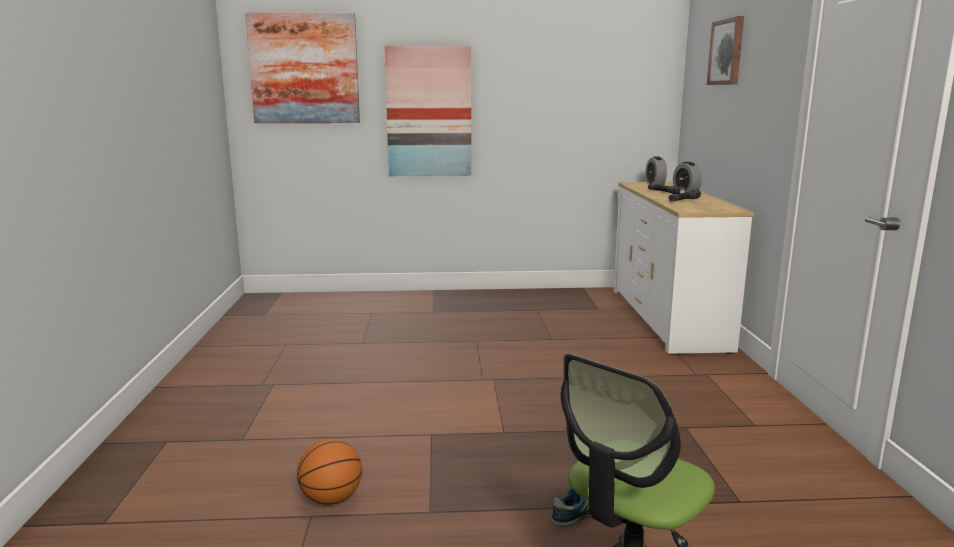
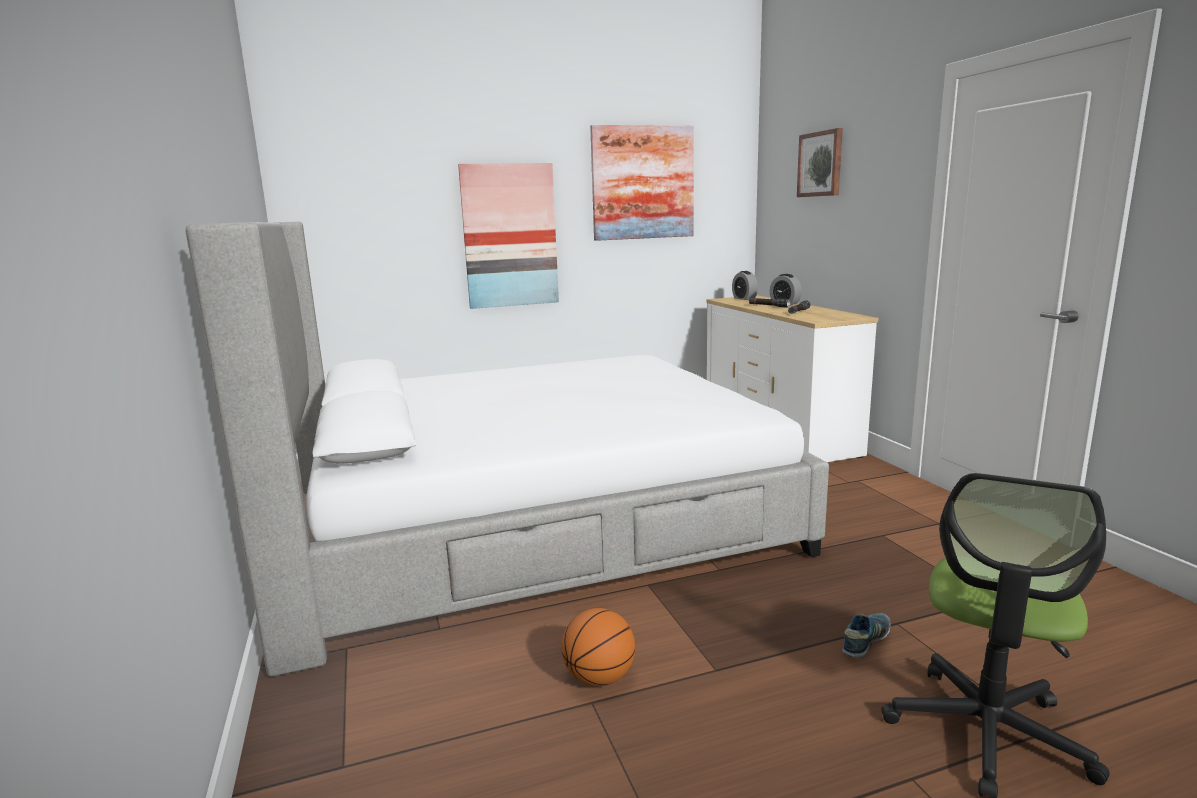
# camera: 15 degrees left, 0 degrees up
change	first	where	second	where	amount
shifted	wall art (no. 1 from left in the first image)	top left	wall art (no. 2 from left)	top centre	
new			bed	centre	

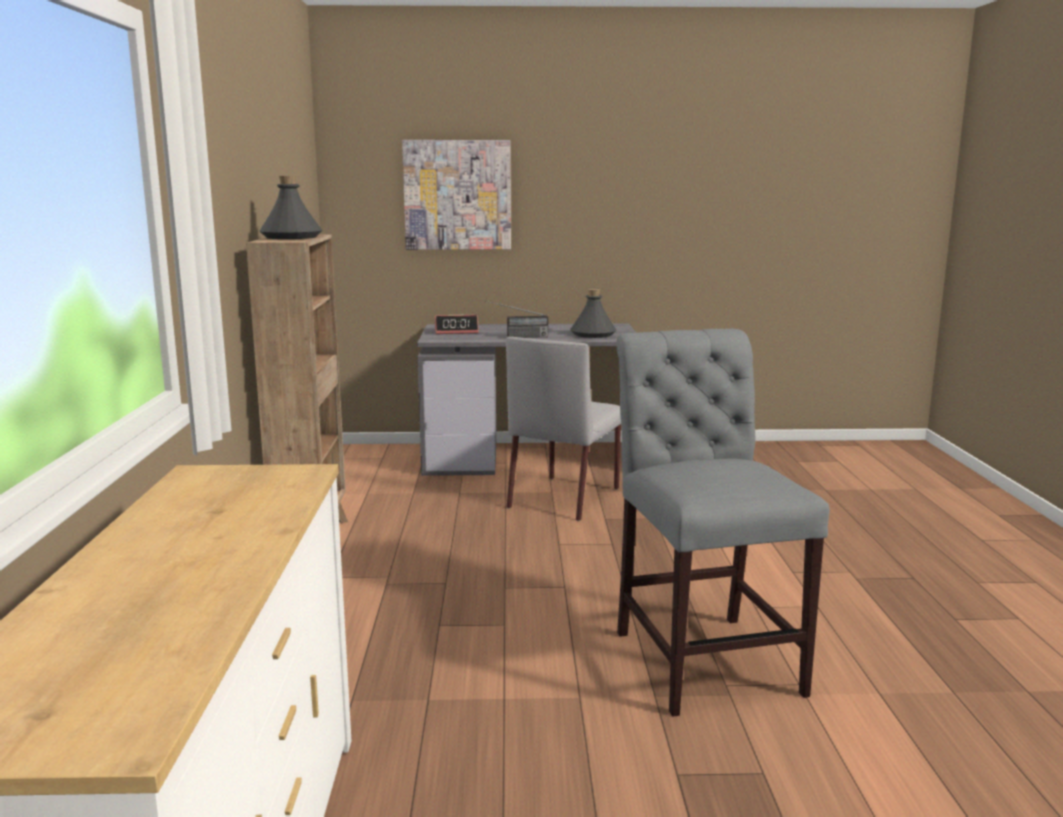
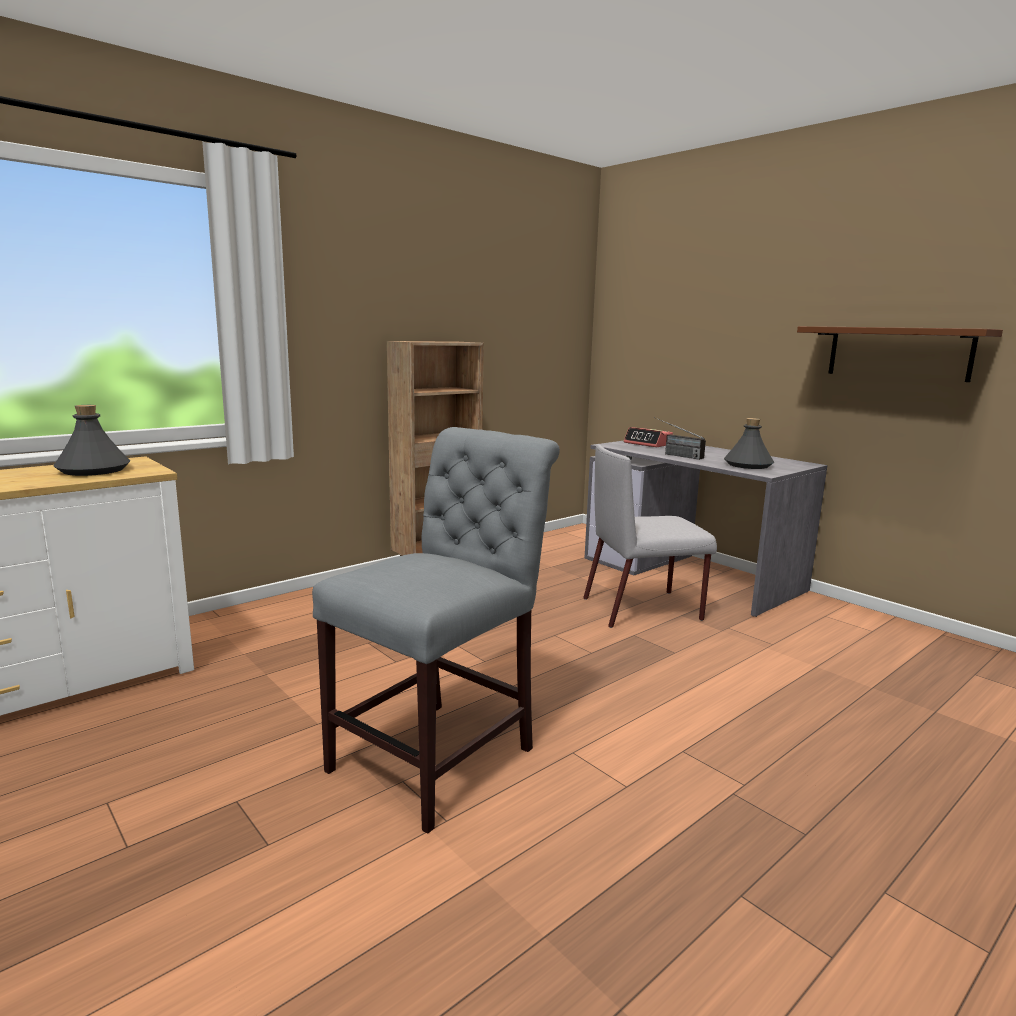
# camera: 50 degrees right, 0 degrees up
change	first	where	second	where	amount
gone	wall art	top centre			
shifted	gray beverage bottle (no. 1 from left)	top left		middle left	
new			brown-coloured wall shelf	middle right	

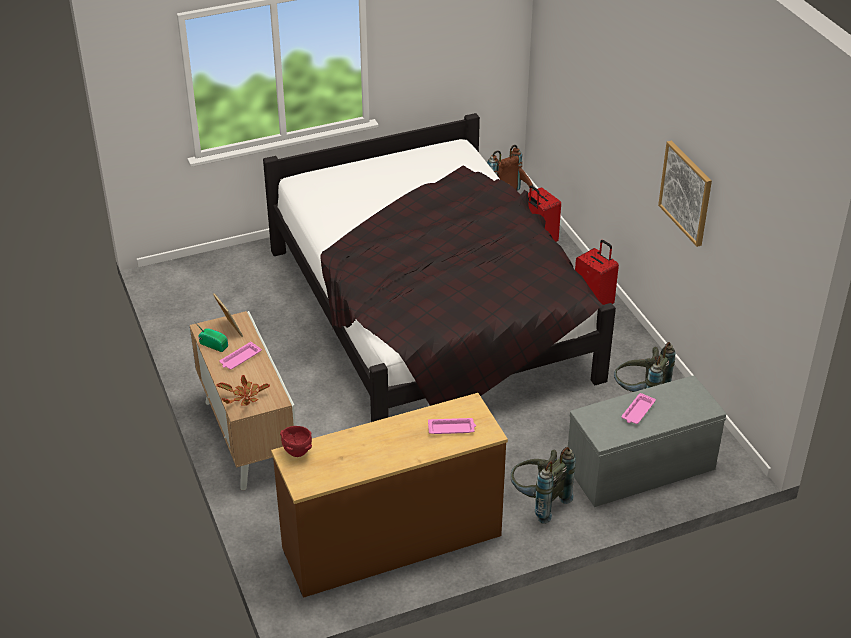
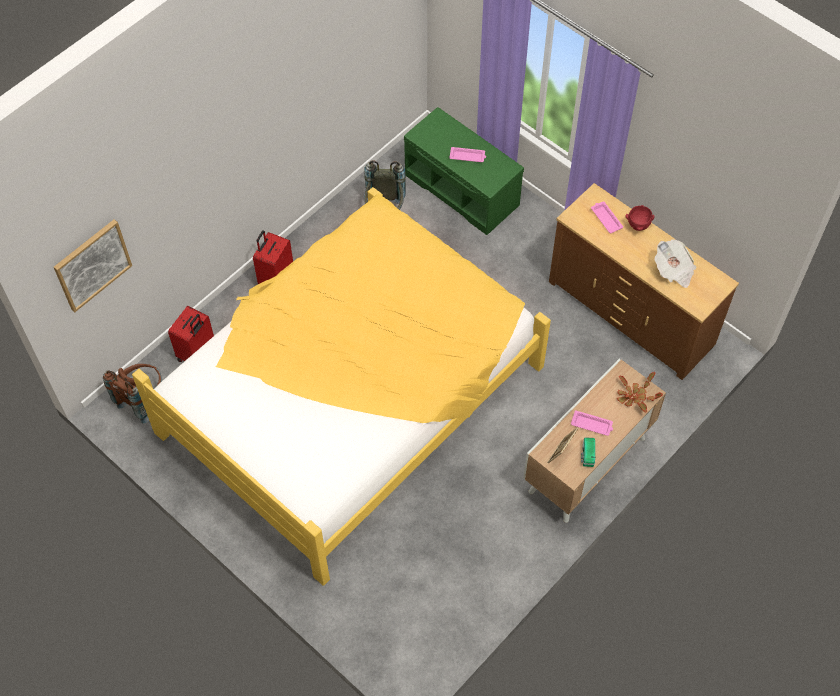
# camera: 115 degrees left, 20 degrees up
change	first	where	second	where	amount
repainted	black-coloured bed	centre	yellow bed	centre	
shifted	wall art	top right		middle left	
repainted	gray bench	bottom right	green-coloured bench	top centre	
shifted	red-coloured deep dish	bottom centre		top right	
gone	gray backpack (no. 1 from left)	bottom centre			
new			newspaper	middle right	

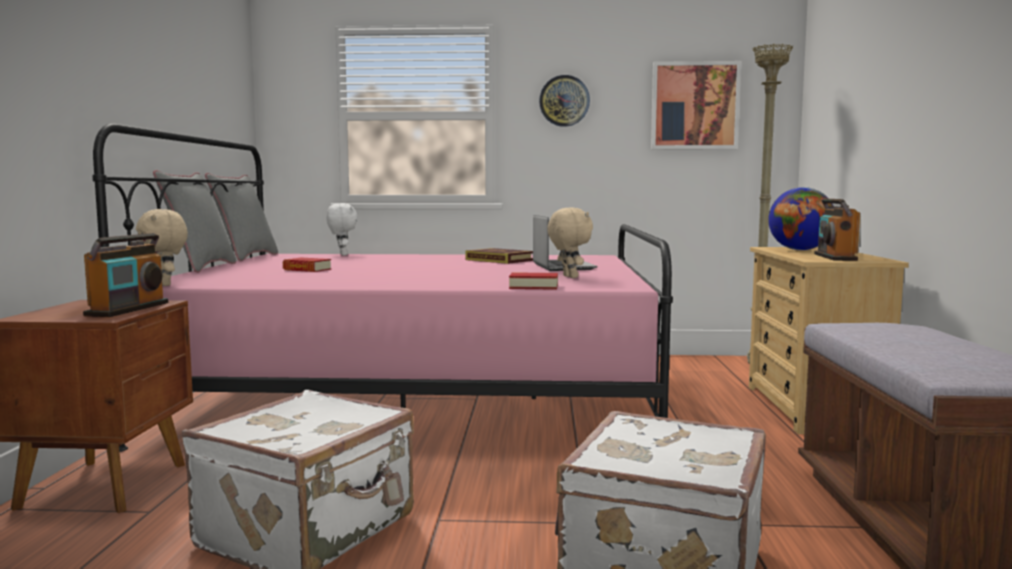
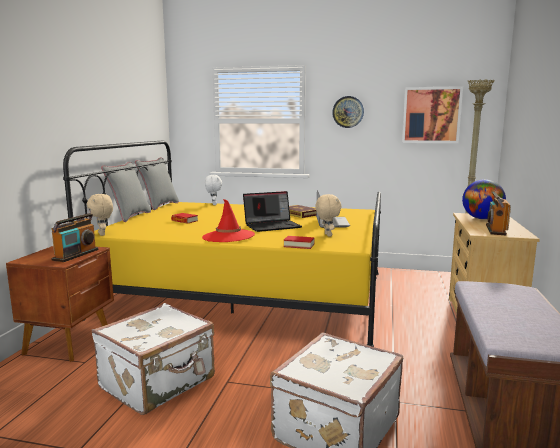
# camera: 10 degrees right, 5 degrees up
change	first	where	second	where	amount
repainted	pink-coloured bed	centre	yellow bed	centre	
new			notebook computer (no. 1 from left)	centre	
new			red-coloured wearable hat	centre	

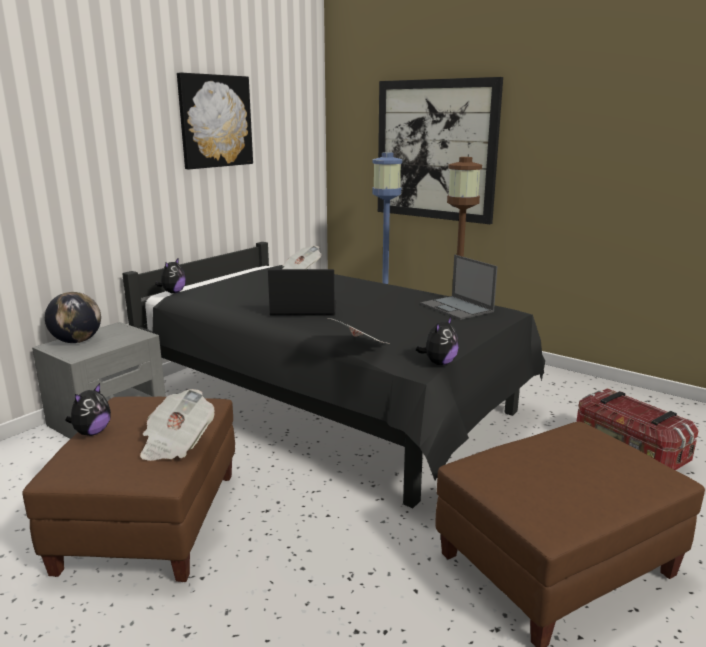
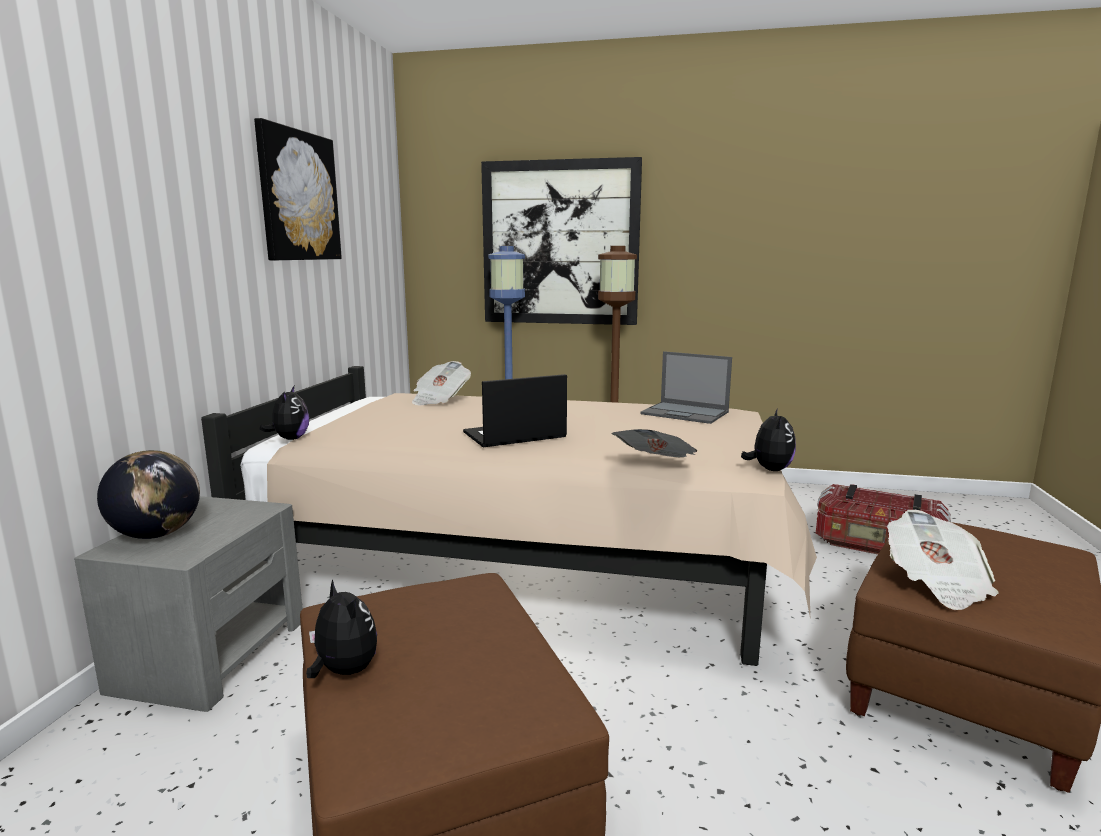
# camera: 25 degrees left, 5 degrees down
change	first	where	second	where	amount
repainted	black-coloured bed	centre	beige-coloured bed	centre	
rotated	plush toy (no. 1 from left in the first image)	middle left	plush toy (no. 2 from left)	bottom left	45 degrees counterclockwise
shifted	newspaper (no. 1 from left in the first image)	middle left	newspaper (no. 3 from left)	bottom right	

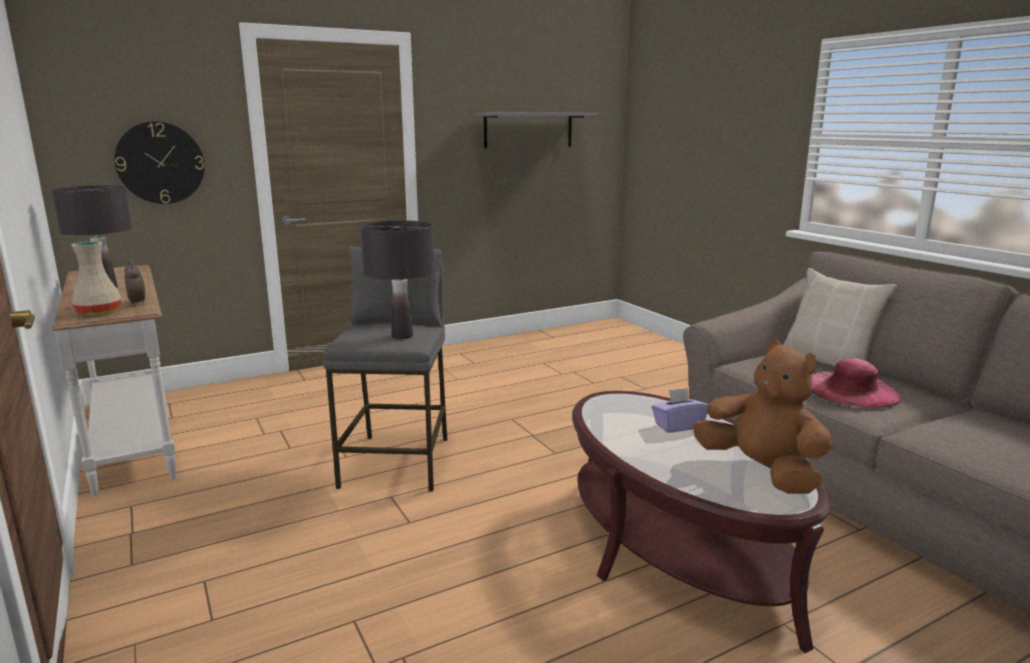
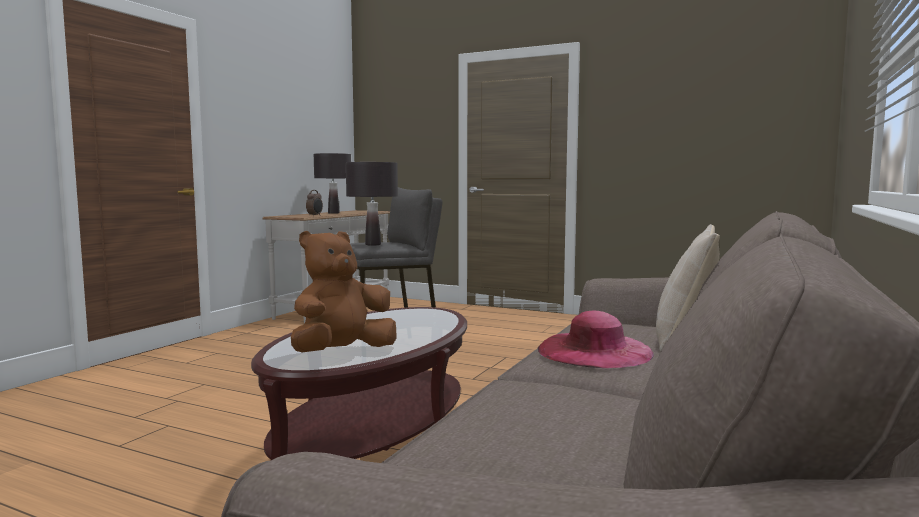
# camera: 55 degrees right, 10 degrees down
change	first	where	second	where	amount
gone	gray wall shelf	top centre			
gone	hanging clock	top left			
gone	beige-coloured vase	middle left			
rotated	brown-coloured plush toy	middle right		centre	150 degrees counterclockwise
gone	purplish box of tissues	centre			

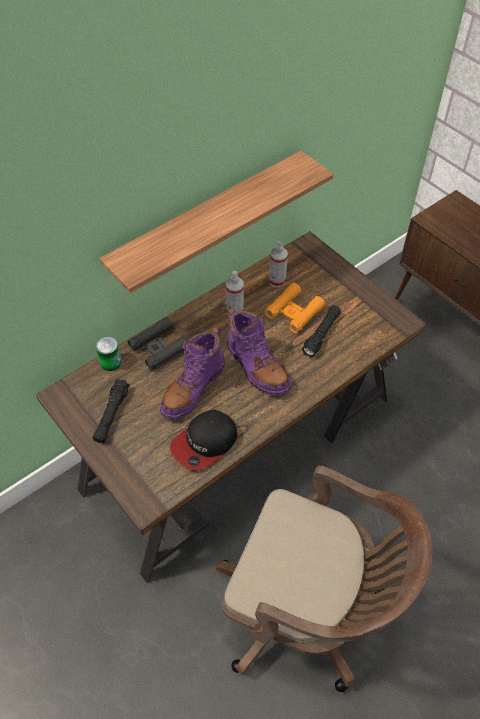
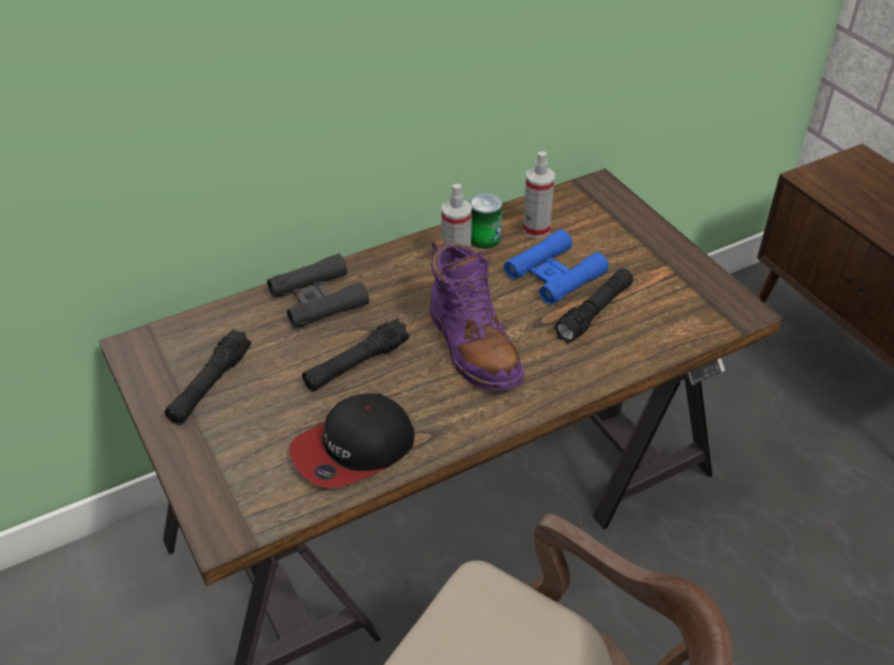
# camera: 10 degrees right, 10 degrees down
change	first	where	second	where	amount
gone	wall shelf	top centre			
repainted	orange pair of binoculars	centre	bluish pair of binoculars	centre	
swapped	purplish boot (no. 1 from left)	centre	black-coloured torch (no. 2 from left)	centre	
shifted	can	middle left		top centre	

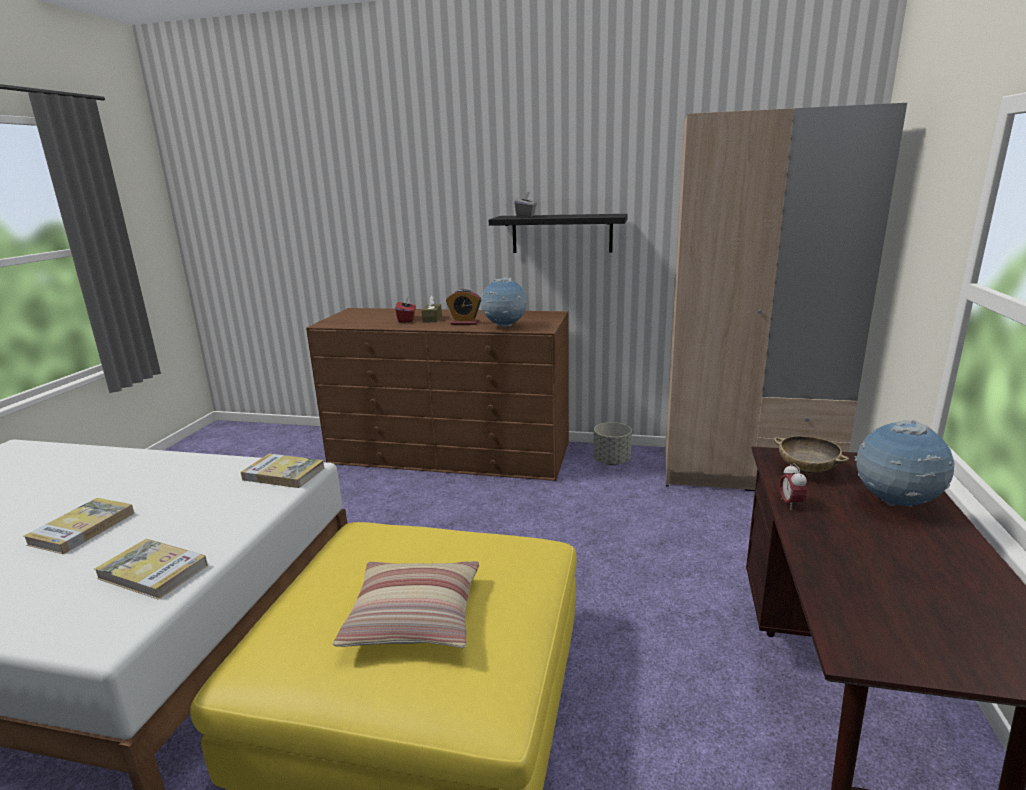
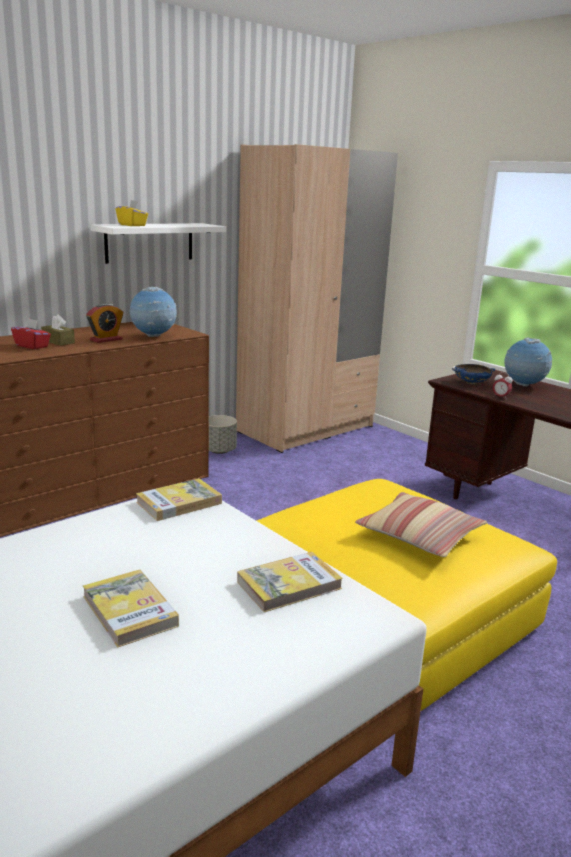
# camera: 55 degrees left, 0 degrees up
change	first	where	second	where	amount
repainted	gray box of tissues	top centre	yellow box of tissues	top left	
repainted	black-coloured wall shelf	top centre	whitish wall shelf	top left	
repainted	beige-coloured deep dish	middle right	bluish deep dish	middle right	

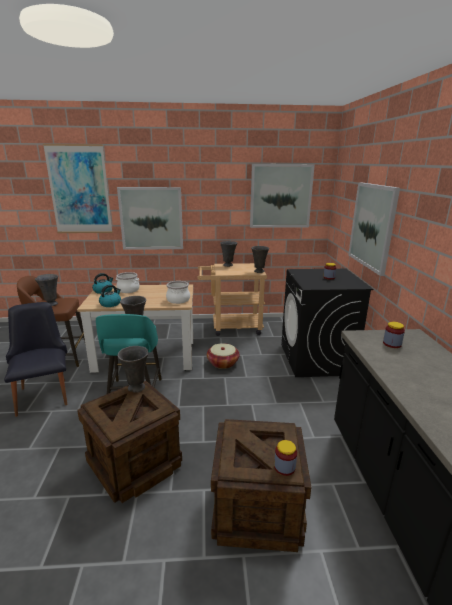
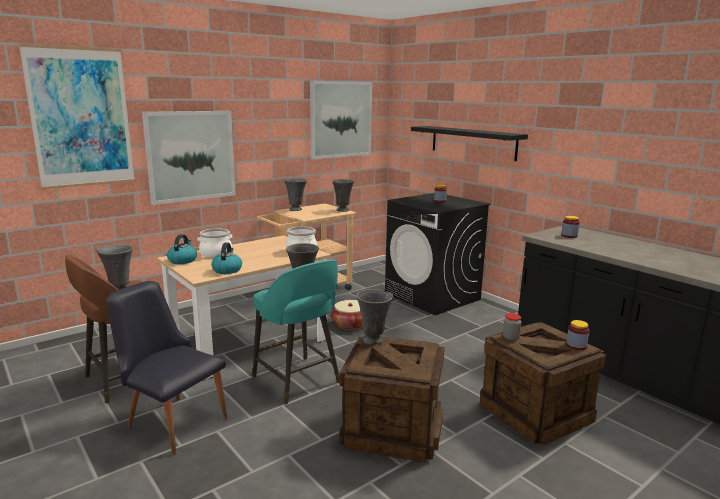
# camera: 35 degrees left, 5 degrees down
change	first	where	second	where	amount
swapped	wall art (no. 4 from left)	middle right	black-coloured wall shelf	top centre	
new			preserve jar (no. 2 from left)	middle right	

